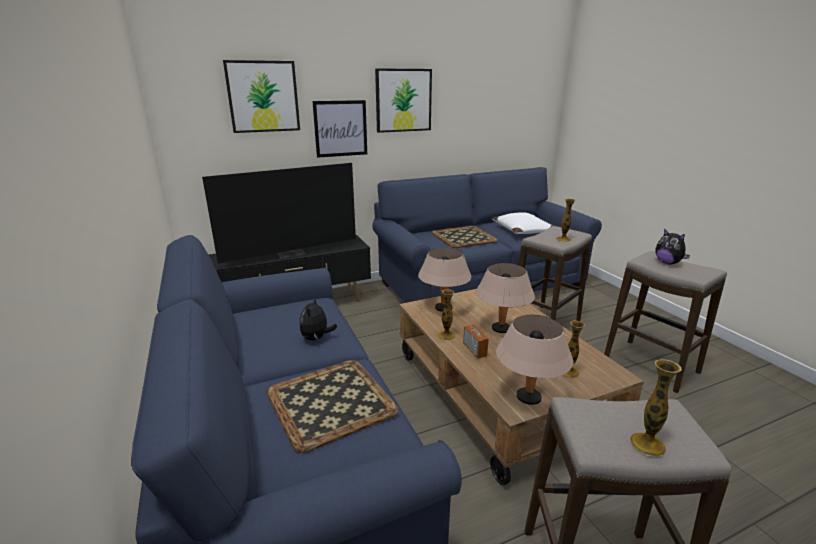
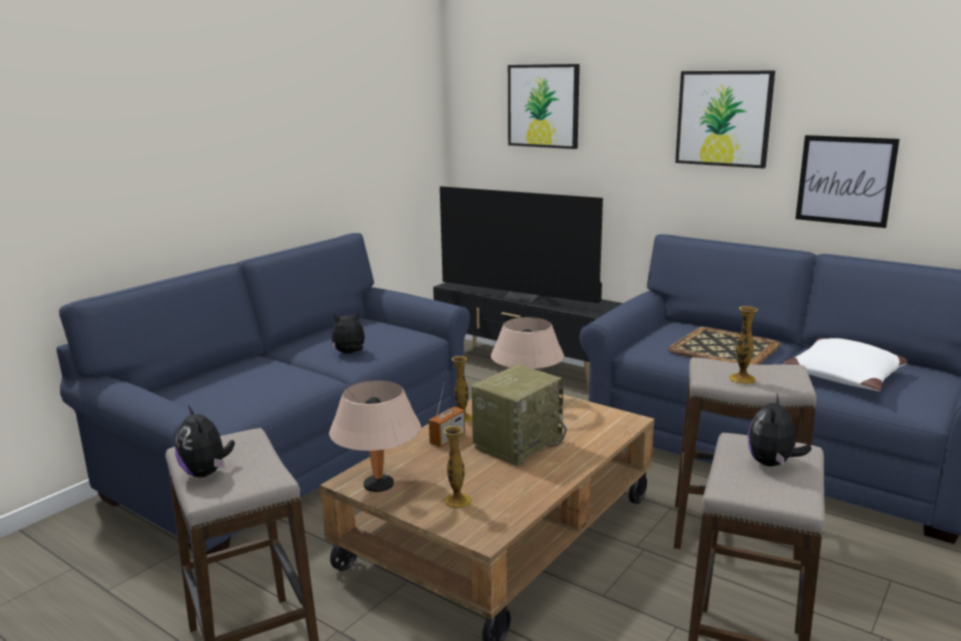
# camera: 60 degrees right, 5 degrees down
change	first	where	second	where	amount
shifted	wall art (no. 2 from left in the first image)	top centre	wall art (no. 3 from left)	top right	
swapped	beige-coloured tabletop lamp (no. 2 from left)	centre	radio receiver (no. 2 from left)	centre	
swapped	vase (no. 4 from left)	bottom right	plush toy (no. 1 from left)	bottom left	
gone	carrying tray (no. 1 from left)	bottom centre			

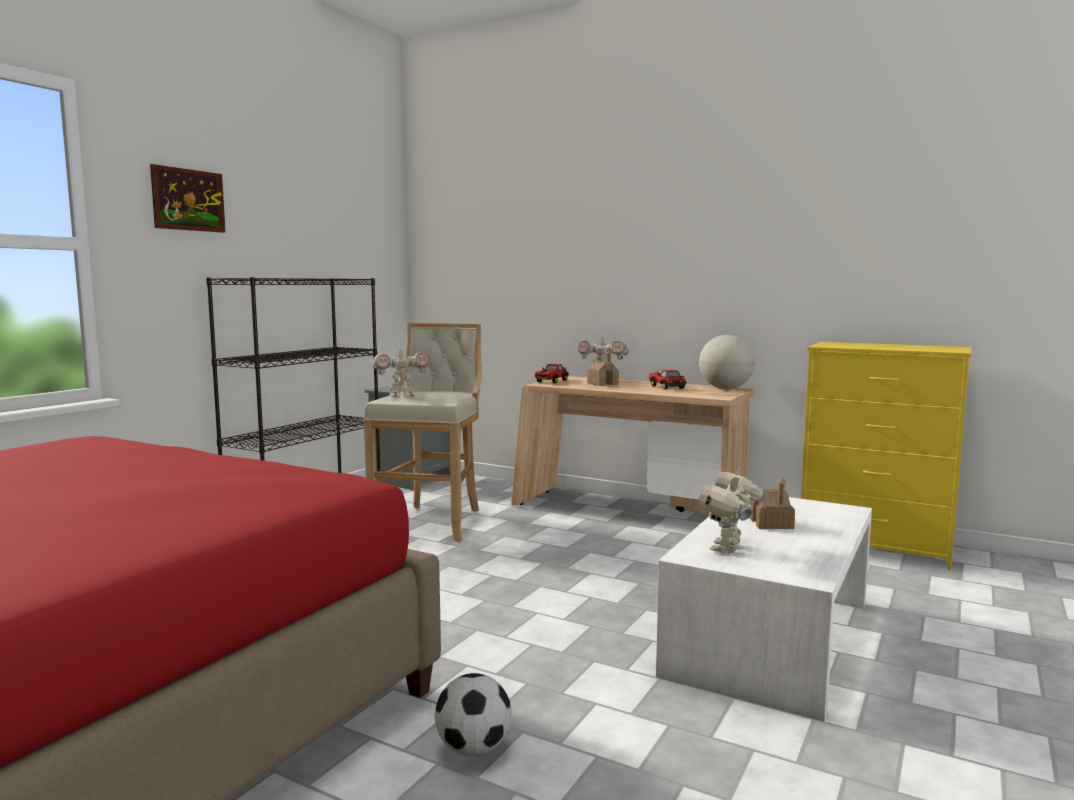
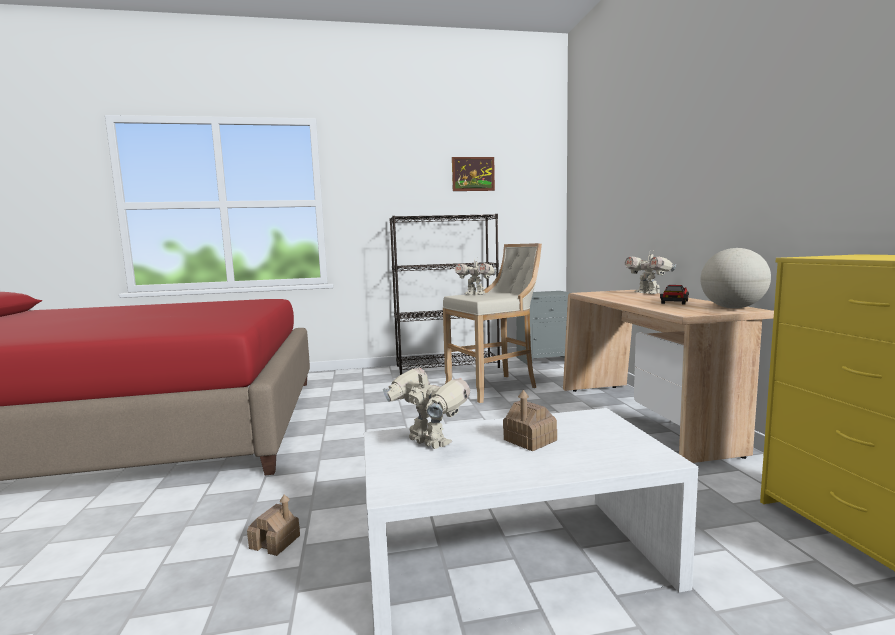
# camera: 50 degrees right, 0 degrees up
change	first	where	second	where	amount
shifted	wall art	top left		top centre	
shifted	miniature house (no. 1 from left)	centre		bottom left	
gone	model car (no. 1 from left)	centre			
rotated	model robot (no. 3 from left in the first image)	middle right	model robot (no. 1 from left)	centre	60 degrees clockwise
gone	football ball	bottom centre			

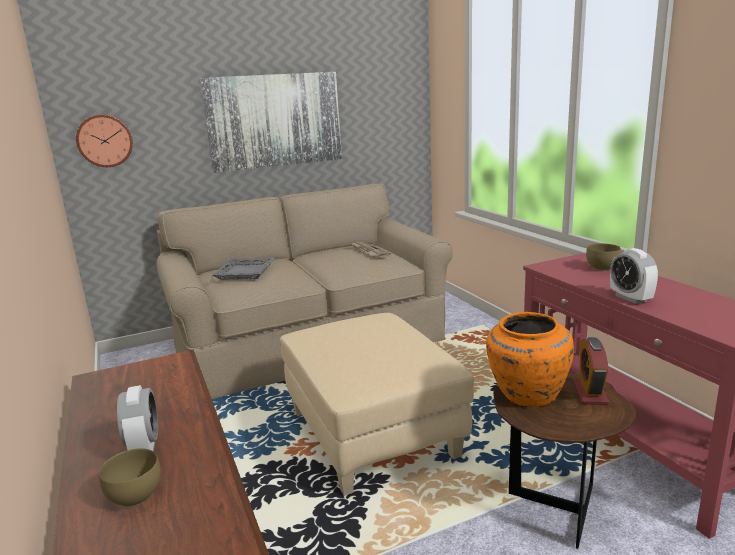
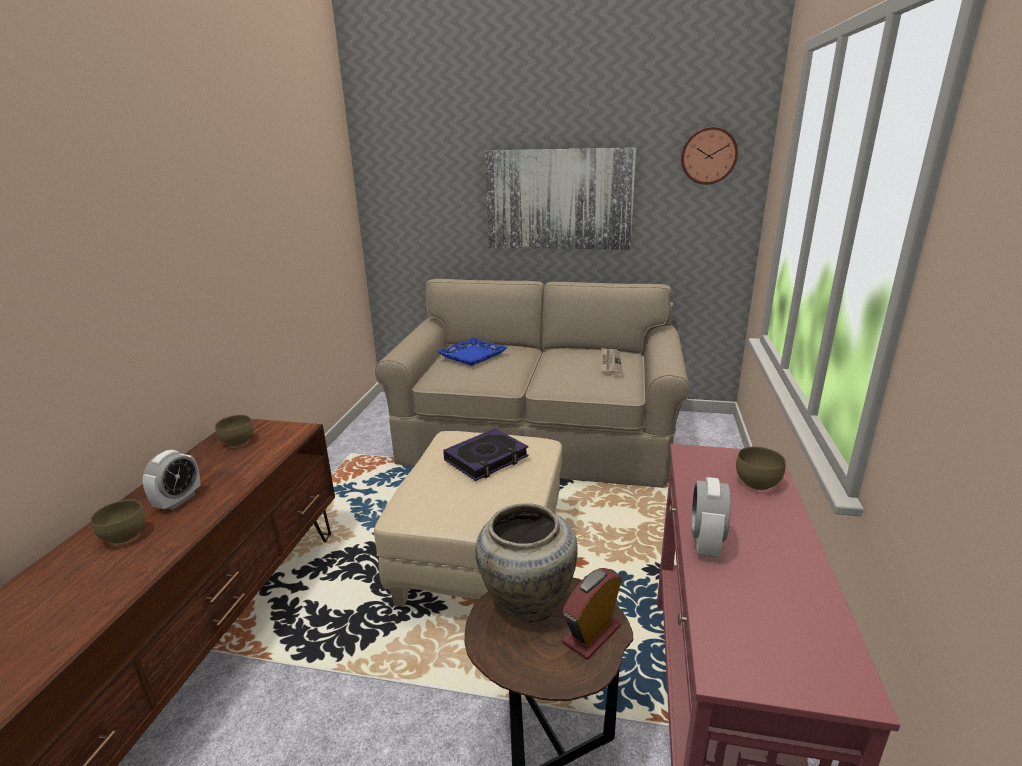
# camera: 35 degrees right, 5 degrees up
change	first	where	second	where	amount
shifted	hanging clock	top left		top right	
repainted	gray carrying tray	middle left	bluish carrying tray	centre	
repainted	orange vase	middle right	beige-coloured vase	bottom centre	
new			brown-coloured deep dish (no. 2 from left)	middle left	
new			book	centre	

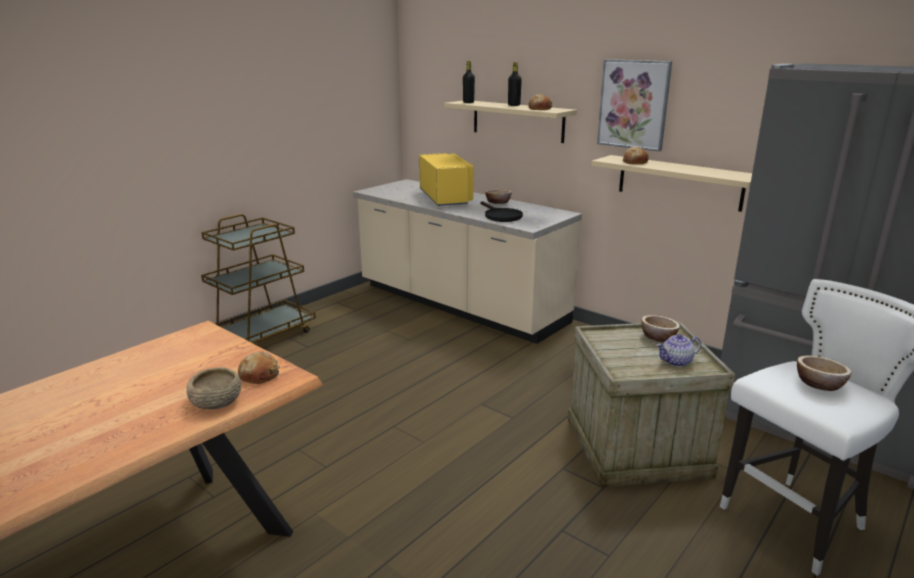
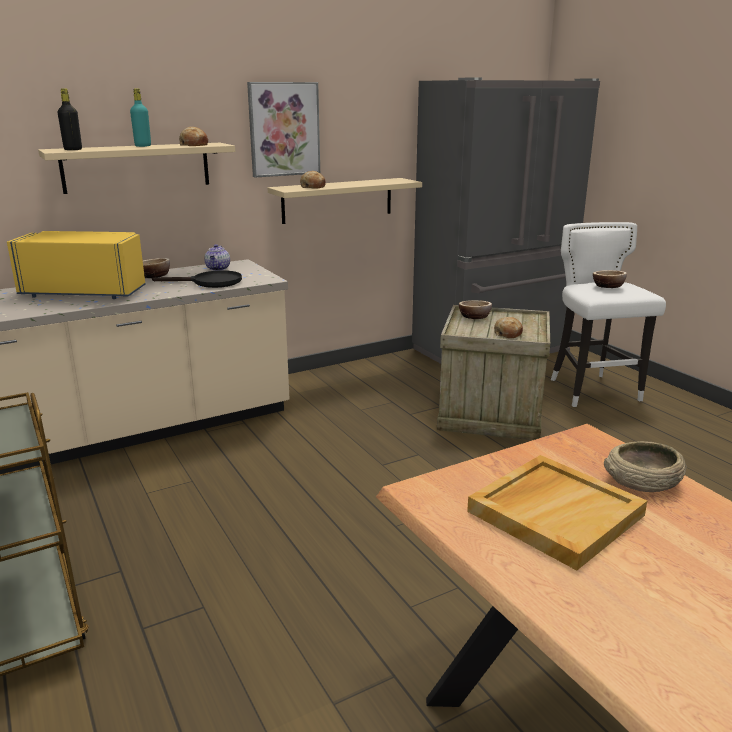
# camera: 70 degrees left, 0 degrees up
change	first	where	second	where	amount
repainted	black-coloured beverage bottle (no. 2 from left)	top centre	turquoise-coloured beverage bottle	top left	
shifted	tea pot	middle right		middle left	
shifted	baked bread (no. 1 from left in the first image)	middle left	baked bread (no. 3 from left)	middle right	
new			beige-coloured carrying tray	bottom right	

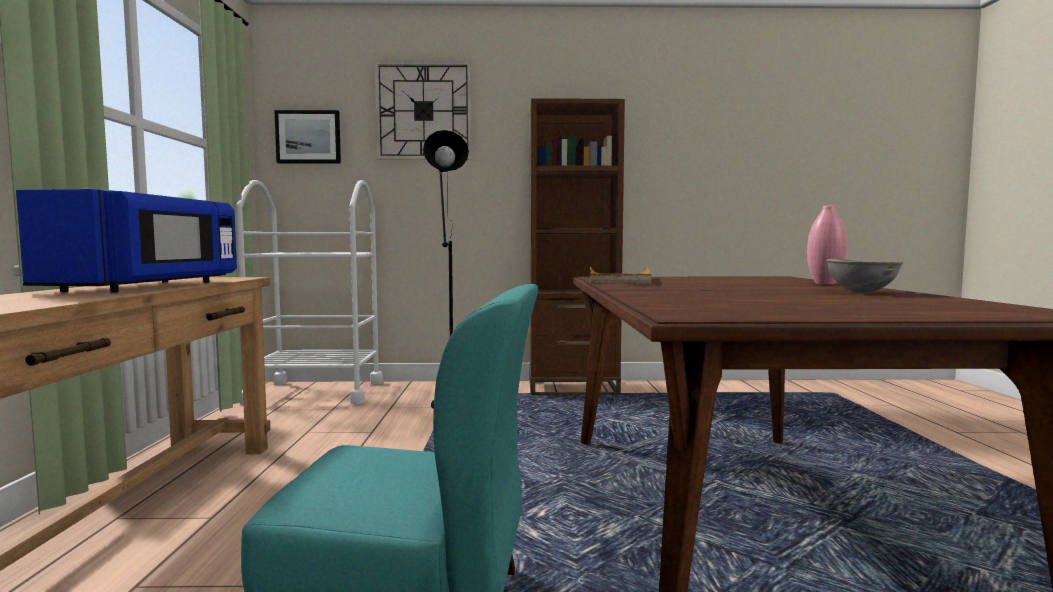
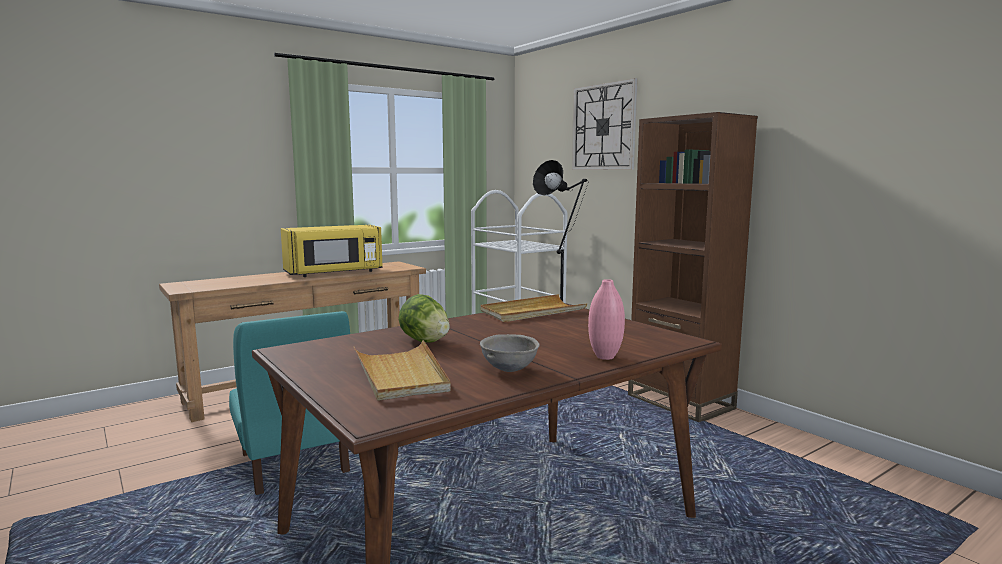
# camera: 55 degrees right, 5 degrees up
change	first	where	second	where	amount
gone	wall art	top left			
repainted	bluish microwave oven	middle left	yellow microwave oven	middle left	
new			head of lettuce	centre	
new			beige-coloured carrying tray (no. 1 from left)	centre	

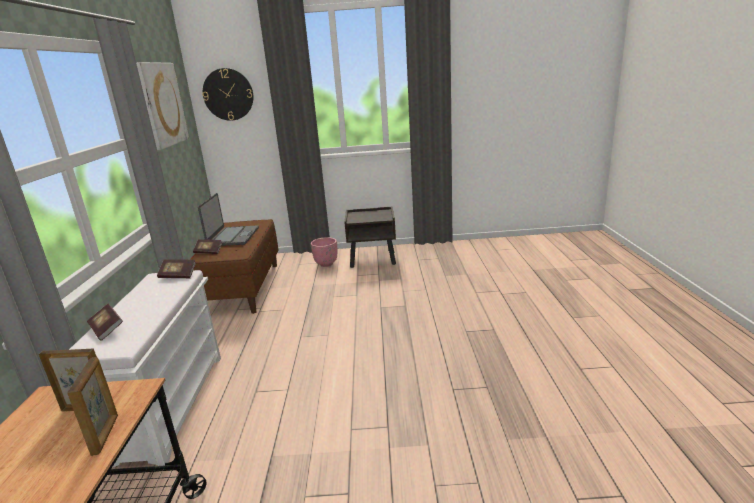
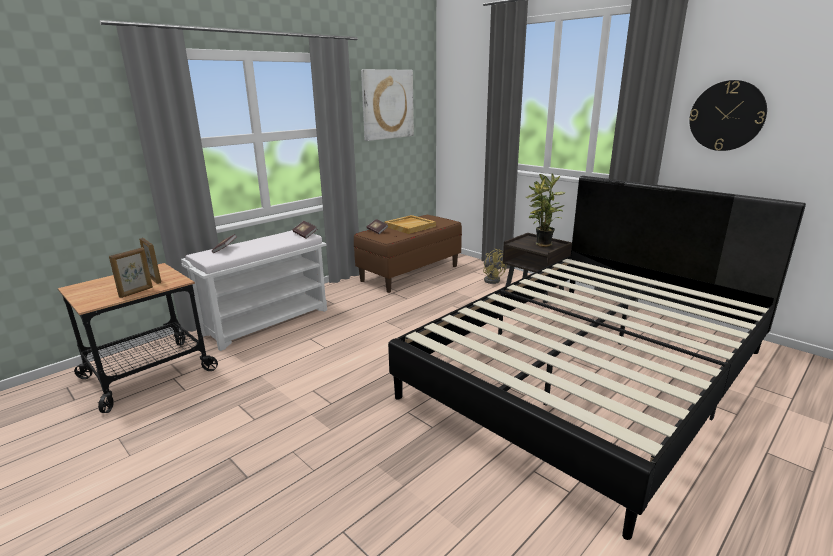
# camera: 45 degrees right, 0 degrees up
change	first	where	second	where	amount
shifted	hanging clock	top left		top right	
swapped	notebook computer	middle left	beige-coloured carrying tray	centre	
swapped	pink-coloured flower pot	centre	yellow cooling fan	centre	
new			houseplant	centre	
new			black-coloured bed	middle right	

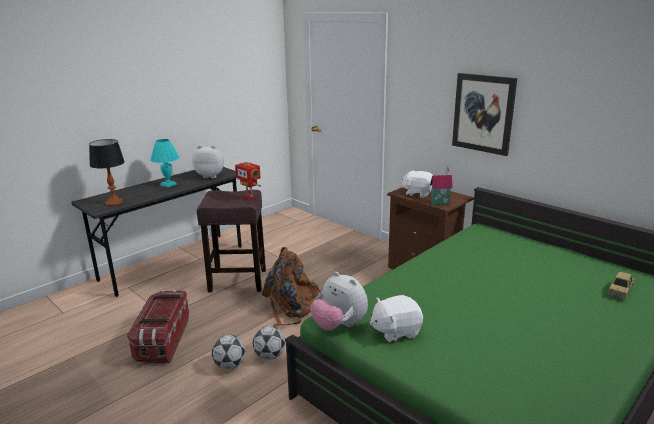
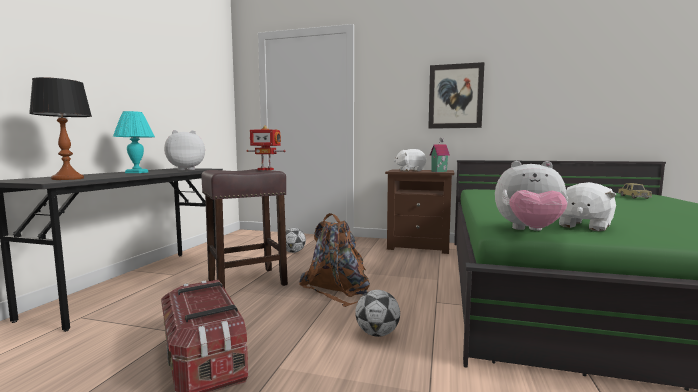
# camera: 30 degrees left, 15 degrees down
change	first	where	second	where	amount
shifted	football ball (no. 1 from left)	bottom centre		centre	

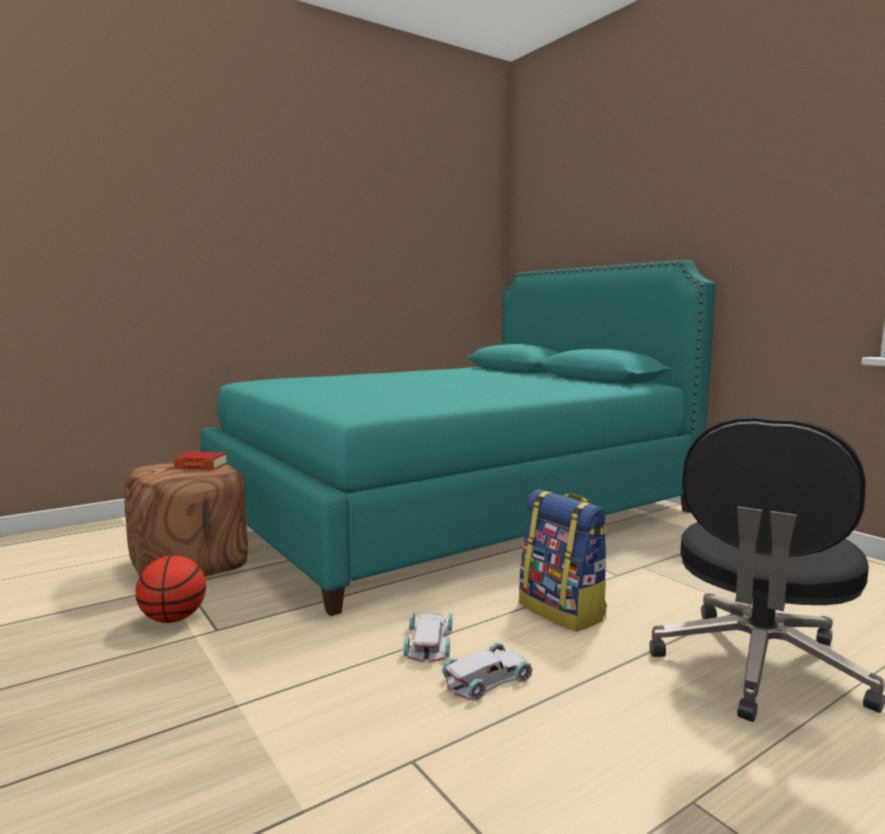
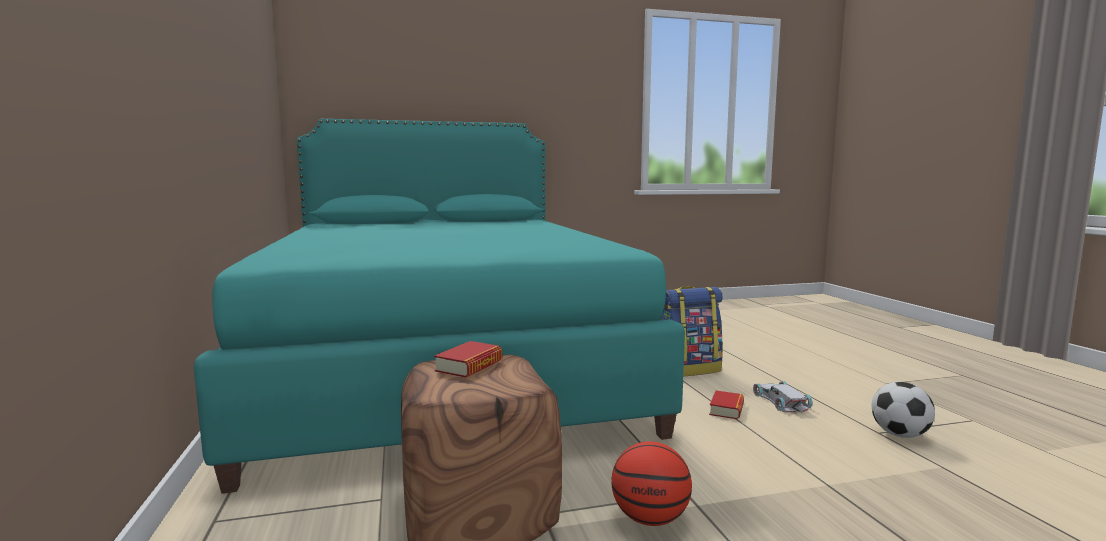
# camera: 70 degrees left, 0 degrees up
change	first	where	second	where	amount
gone	black-coloured desk chair	bottom right			
swapped	whitish model car (no. 1 from left)	bottom centre	book (no. 2 from left)	bottom centre	
new			football ball	bottom right	

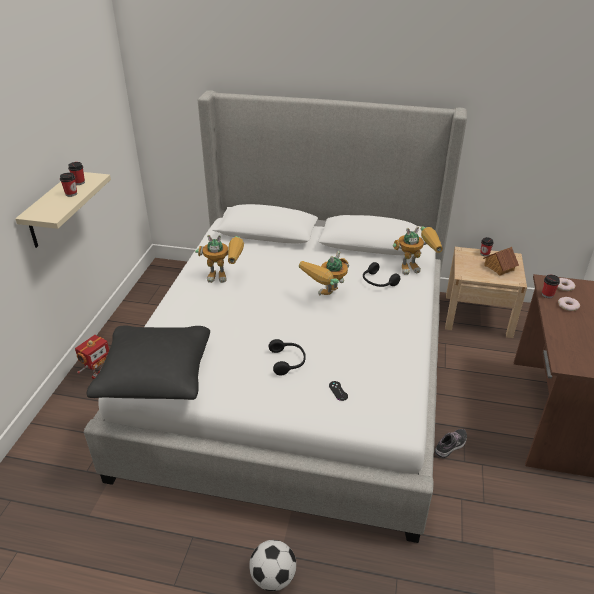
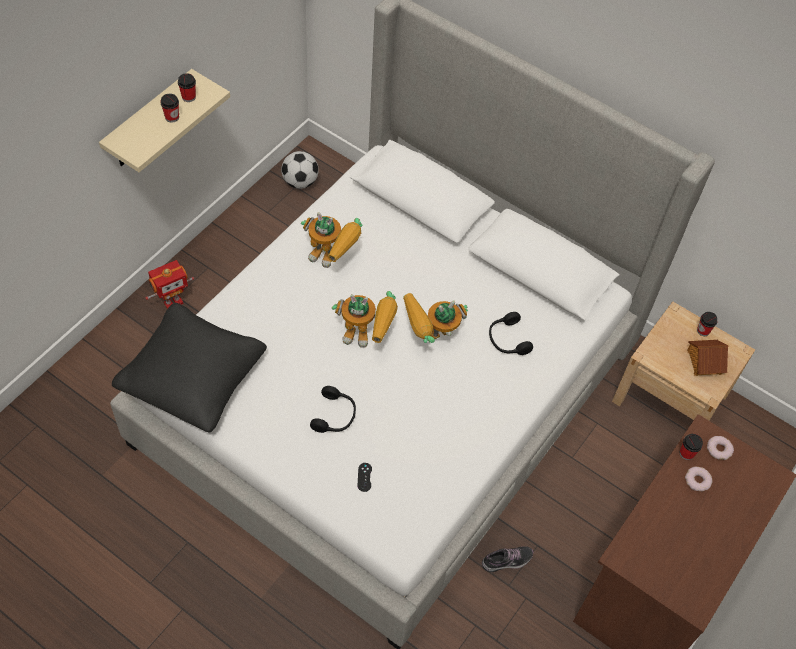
# camera: 20 degrees right, 20 degrees up
change	first	where	second	where	amount
shifted	model robot (no. 4 from left in the first image)	middle right	model robot (no. 3 from left)	centre	
shifted	football ball	bottom centre		top centre	

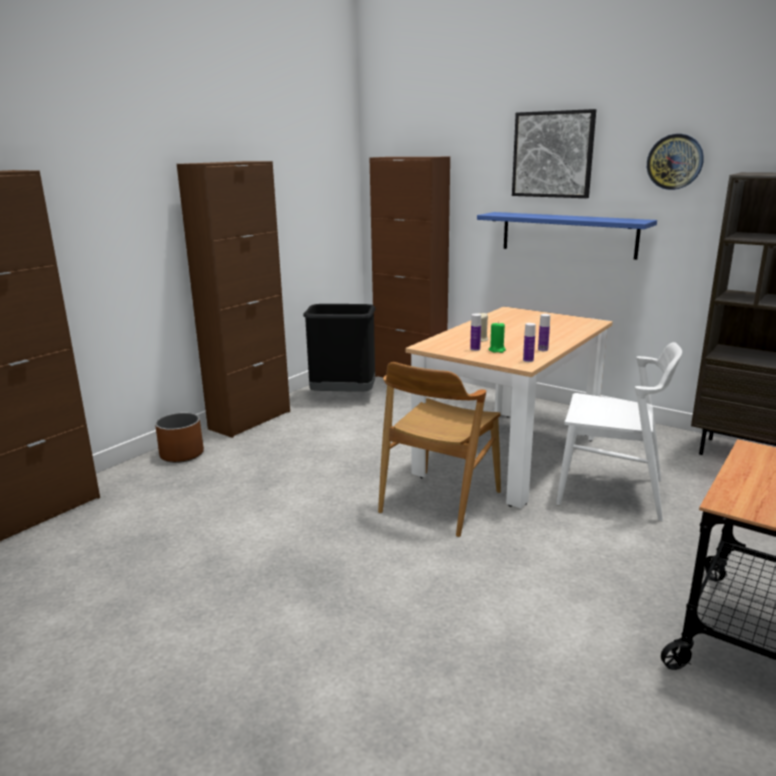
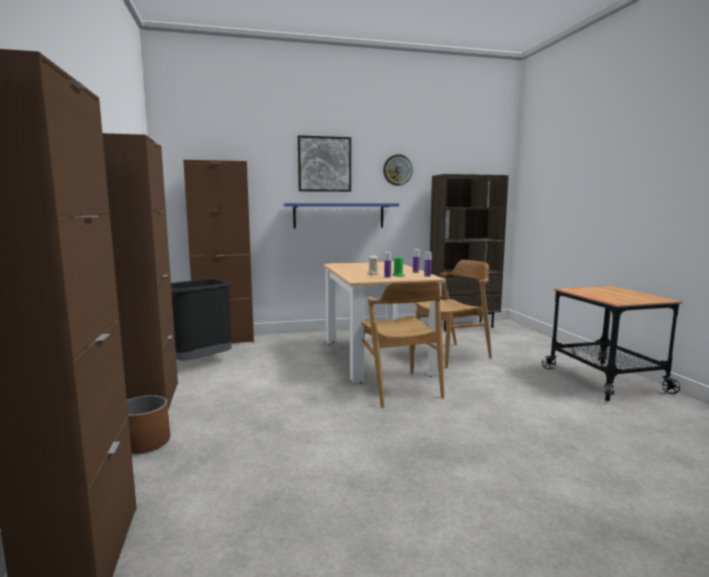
# camera: 50 degrees left, 10 degrees down
change	first	where	second	where	amount
repainted	whitish upright chair	middle right	brown-coloured upright chair (no. 2 from left)	centre	

